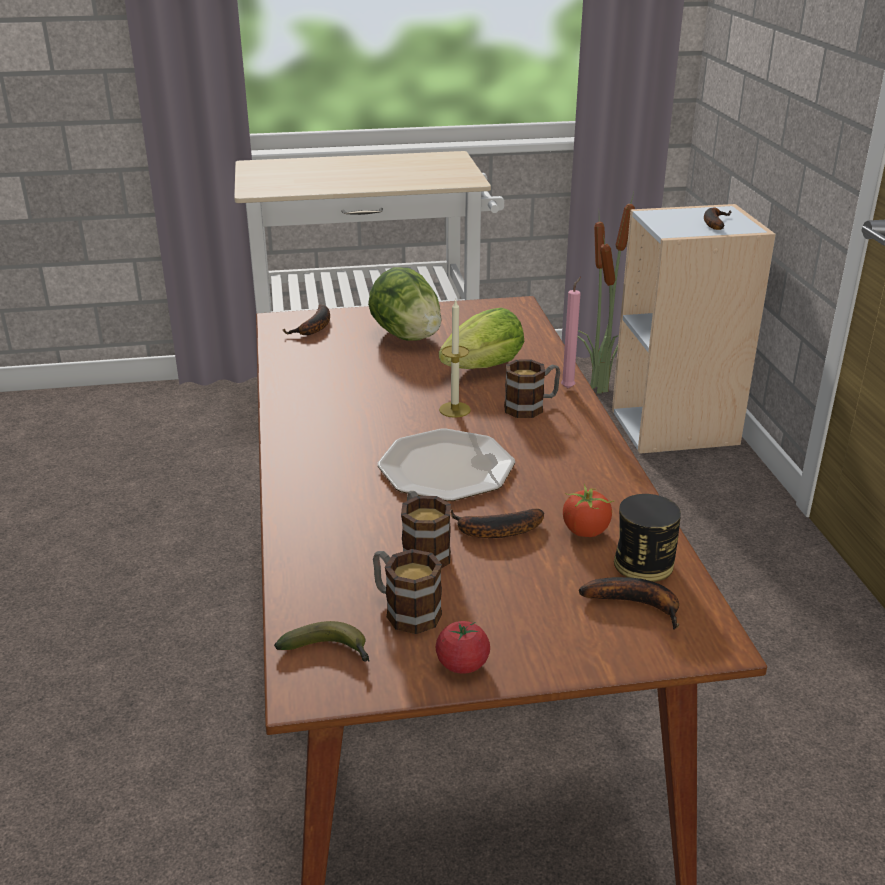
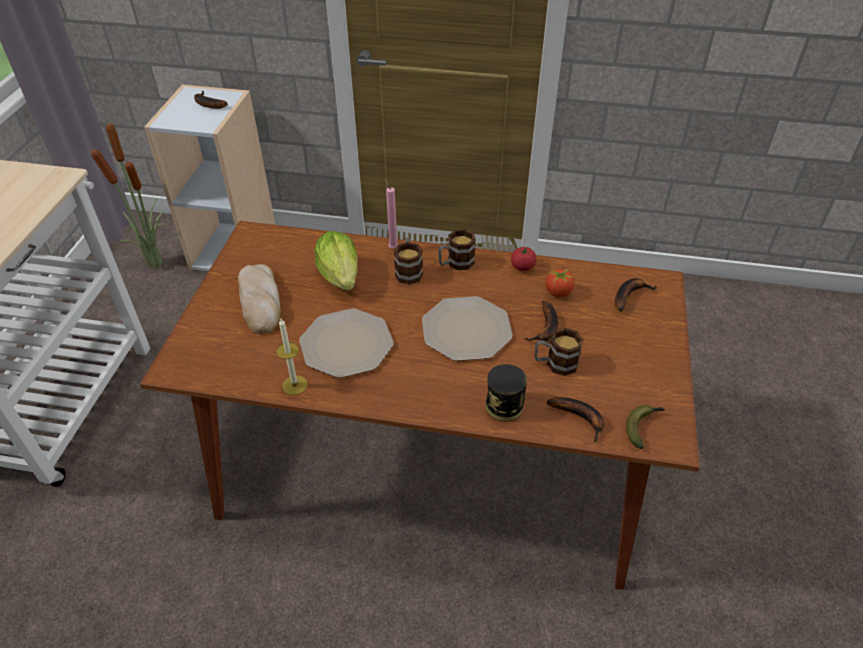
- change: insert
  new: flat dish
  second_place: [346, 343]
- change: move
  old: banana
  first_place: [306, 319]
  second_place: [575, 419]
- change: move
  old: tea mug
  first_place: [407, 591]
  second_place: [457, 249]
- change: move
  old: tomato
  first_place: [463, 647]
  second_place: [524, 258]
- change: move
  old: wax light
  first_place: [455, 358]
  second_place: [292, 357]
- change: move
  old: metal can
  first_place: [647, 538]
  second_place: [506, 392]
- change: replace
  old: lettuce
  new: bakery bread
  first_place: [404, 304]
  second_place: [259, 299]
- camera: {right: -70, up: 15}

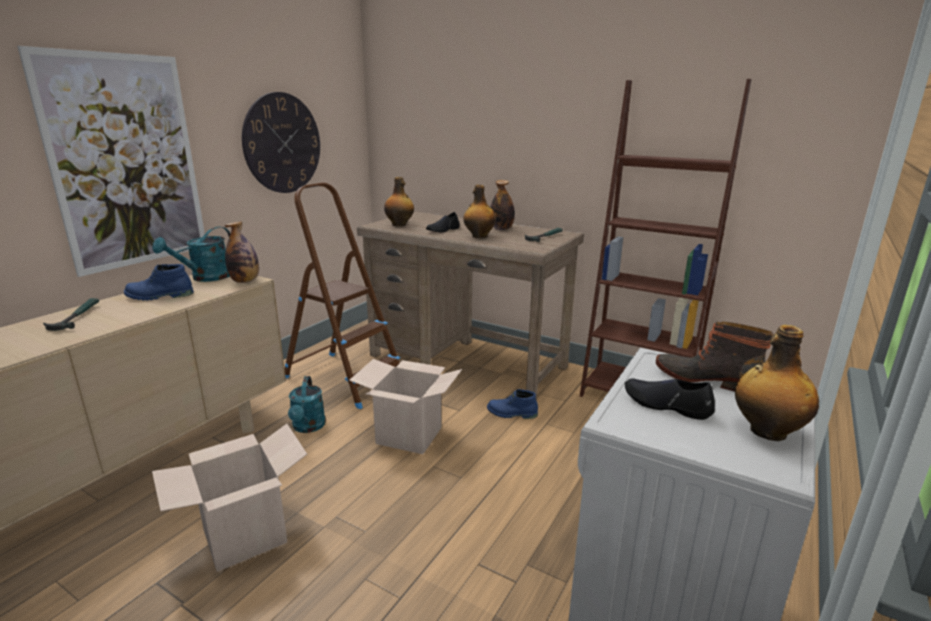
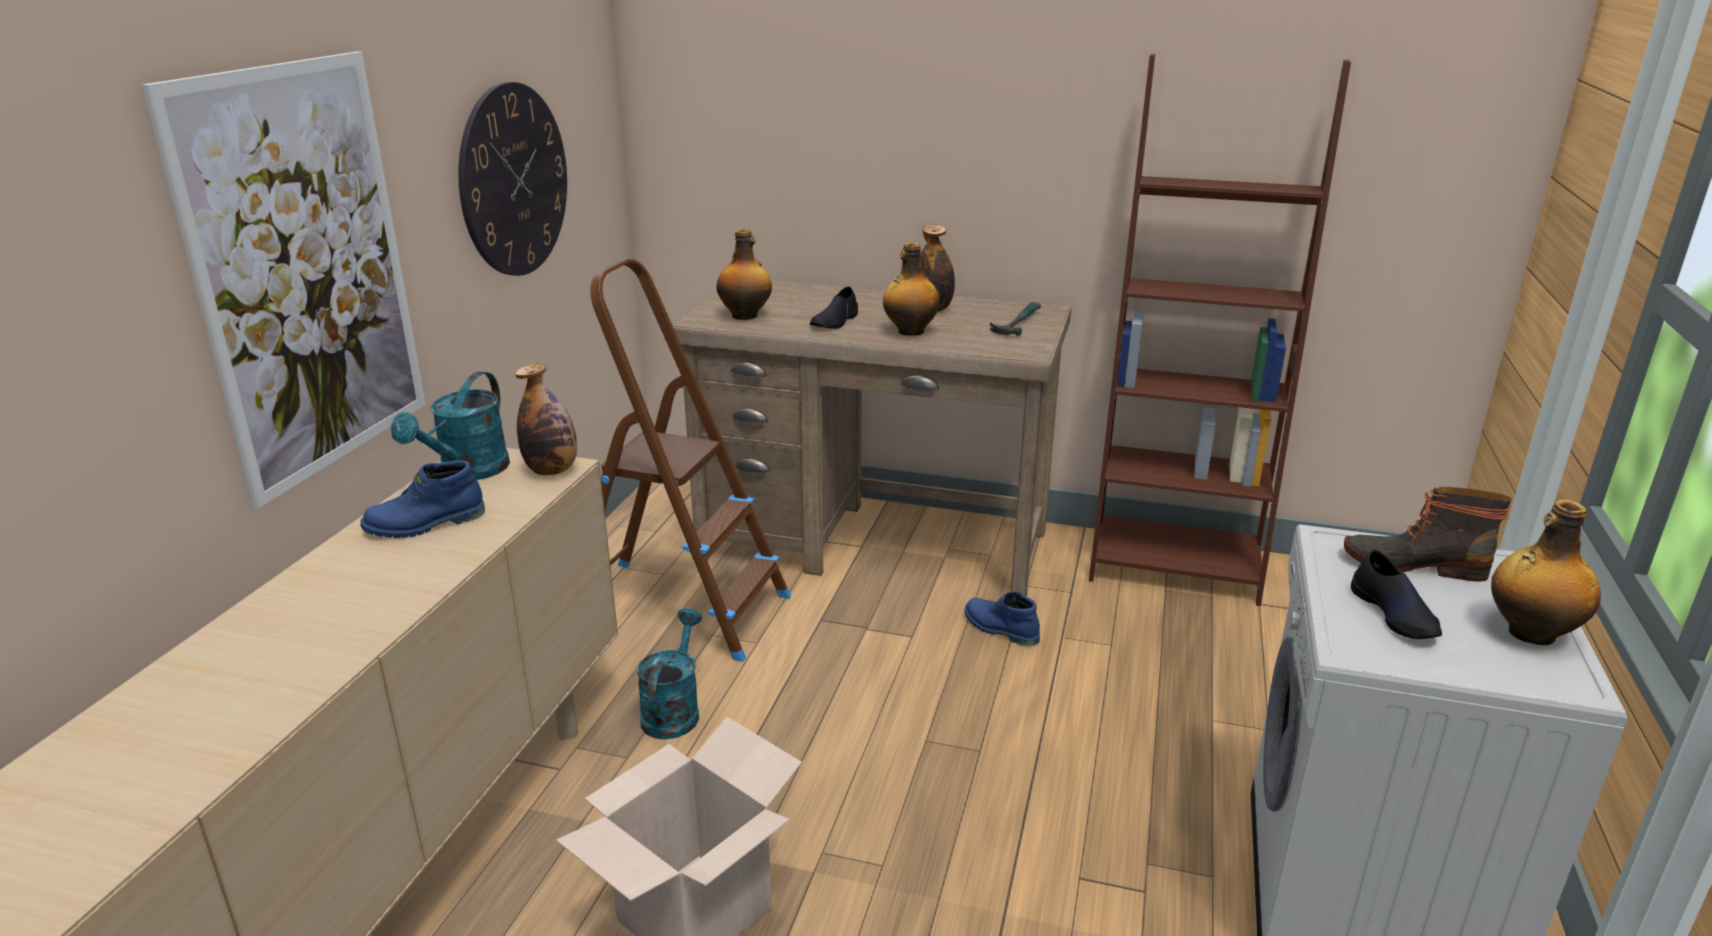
- change: delete
  old: tool hammer
  first_place: [71, 314]
- change: delete
  old: carton
  first_place: [405, 406]
- change: rotate
  old: sprinkling can/turquoise-coloured
  first_place: [307, 404]
  second_place: [669, 674]
  degrees: -150
- change: rotate
  old: tall boot/blue-coloured
  first_place: [512, 404]
  second_place: [1002, 618]
  degrees: 45
- change: rotate
  old: shoe/blackish
  first_place: [670, 399]
  second_place: [1396, 594]
  degrees: -120
- camera: {right: -15, up: 5}

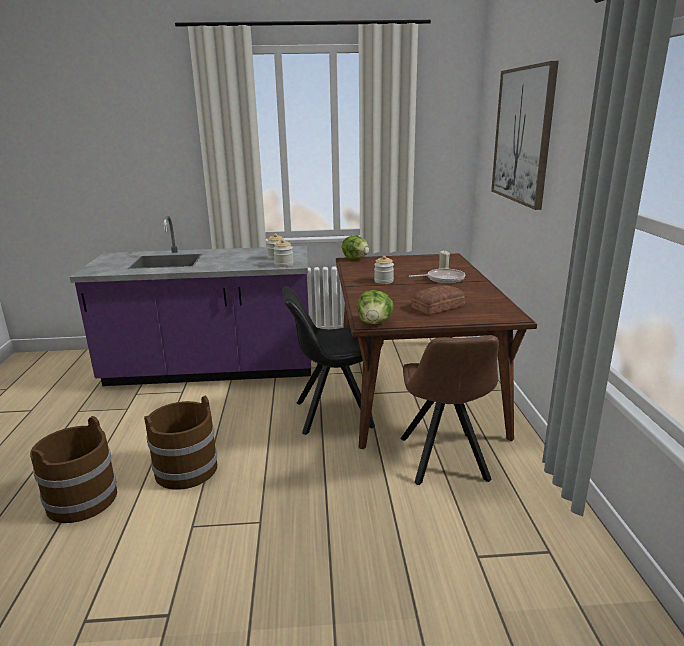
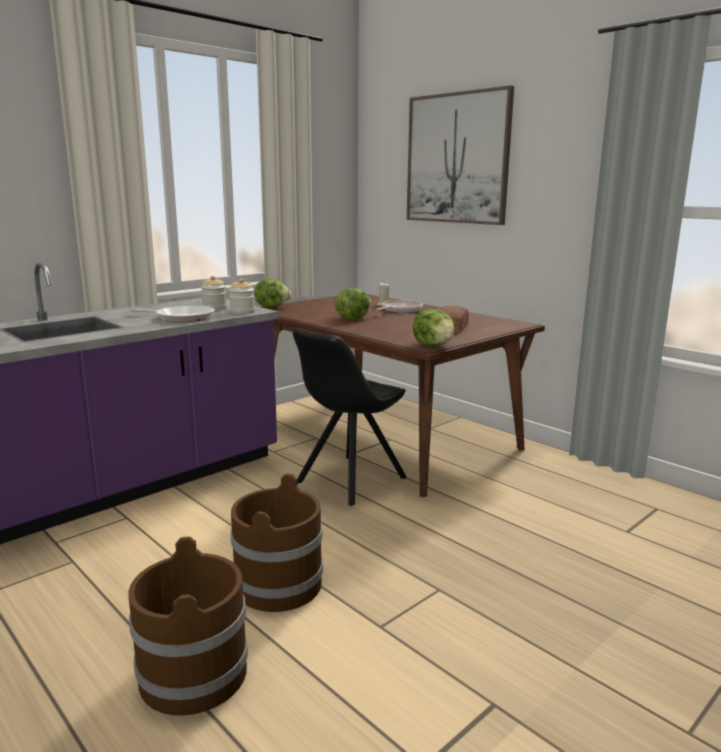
- change: delete
  old: chair/brownish
  first_place: [449, 410]
- change: insert
  new: skillet
  second_place: [172, 313]
- change: replace
  old: preserve jar
  new: lettuce
  first_place: [384, 270]
  second_place: [353, 303]
- camera: {right: -40, up: -5}

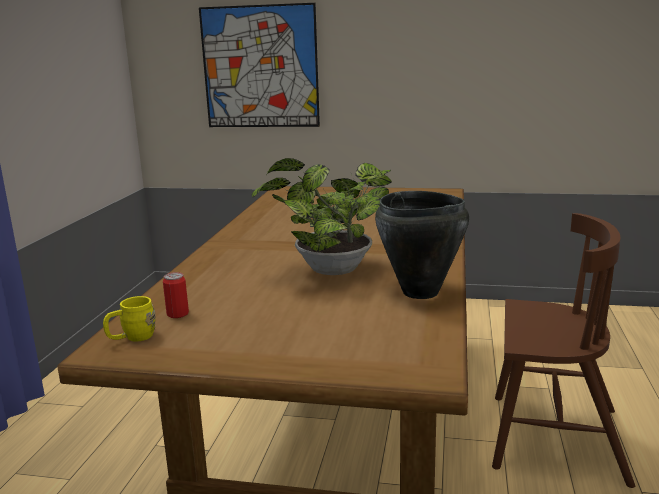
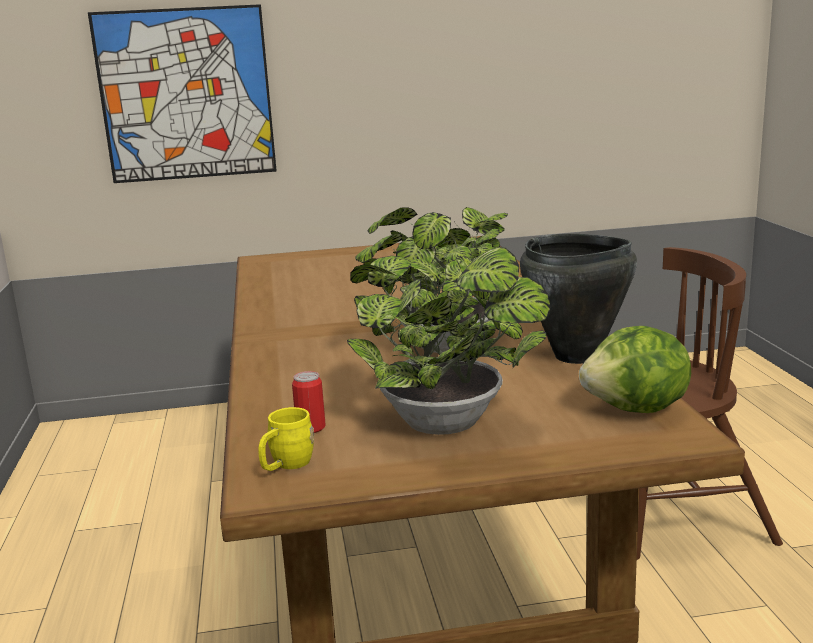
- change: insert
  new: houseplant
  second_place: [448, 341]
- change: insert
  new: lettuce
  second_place: [635, 369]
- camera: {right: -20, up: 0}

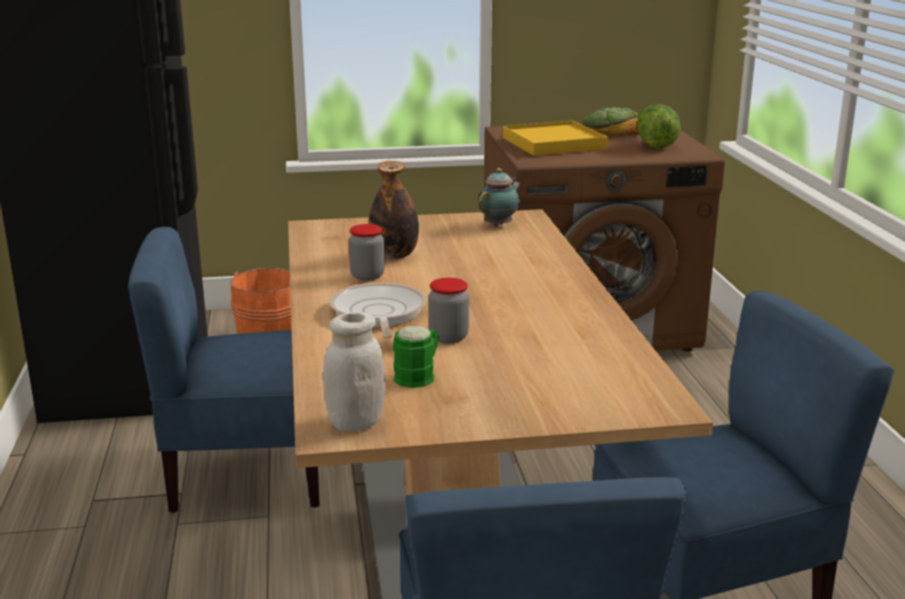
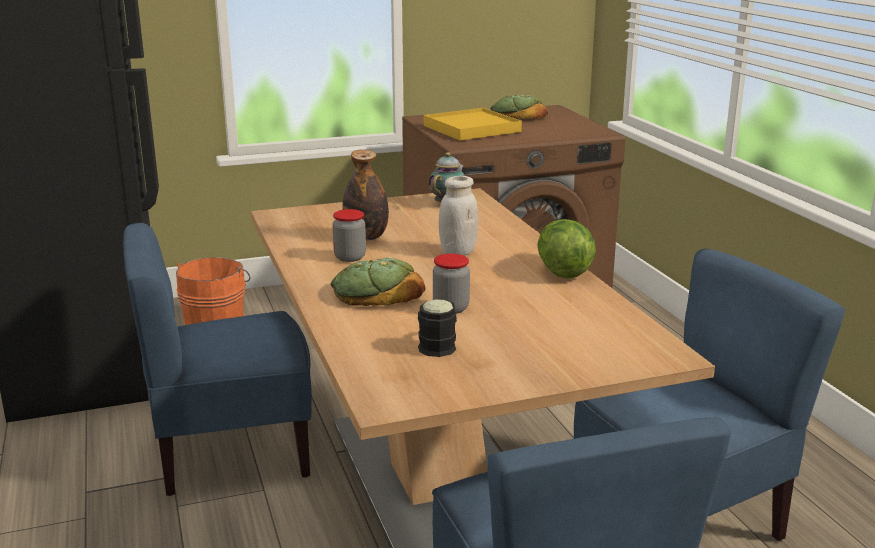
- change: move
  old: preserve jar/whitish
  first_place: [354, 372]
  second_place: [458, 216]
- change: move
  old: lettuce
  first_place: [659, 126]
  second_place: [566, 249]
- change: replace
  old: skillet
  new: bakery bread
  first_place: [378, 310]
  second_place: [378, 281]
- change: recolor
  old: tea mug/green
  new: tea mug/blackish
  first_place: [416, 357]
  second_place: [437, 328]
- camera: {right: -10, up: 0}

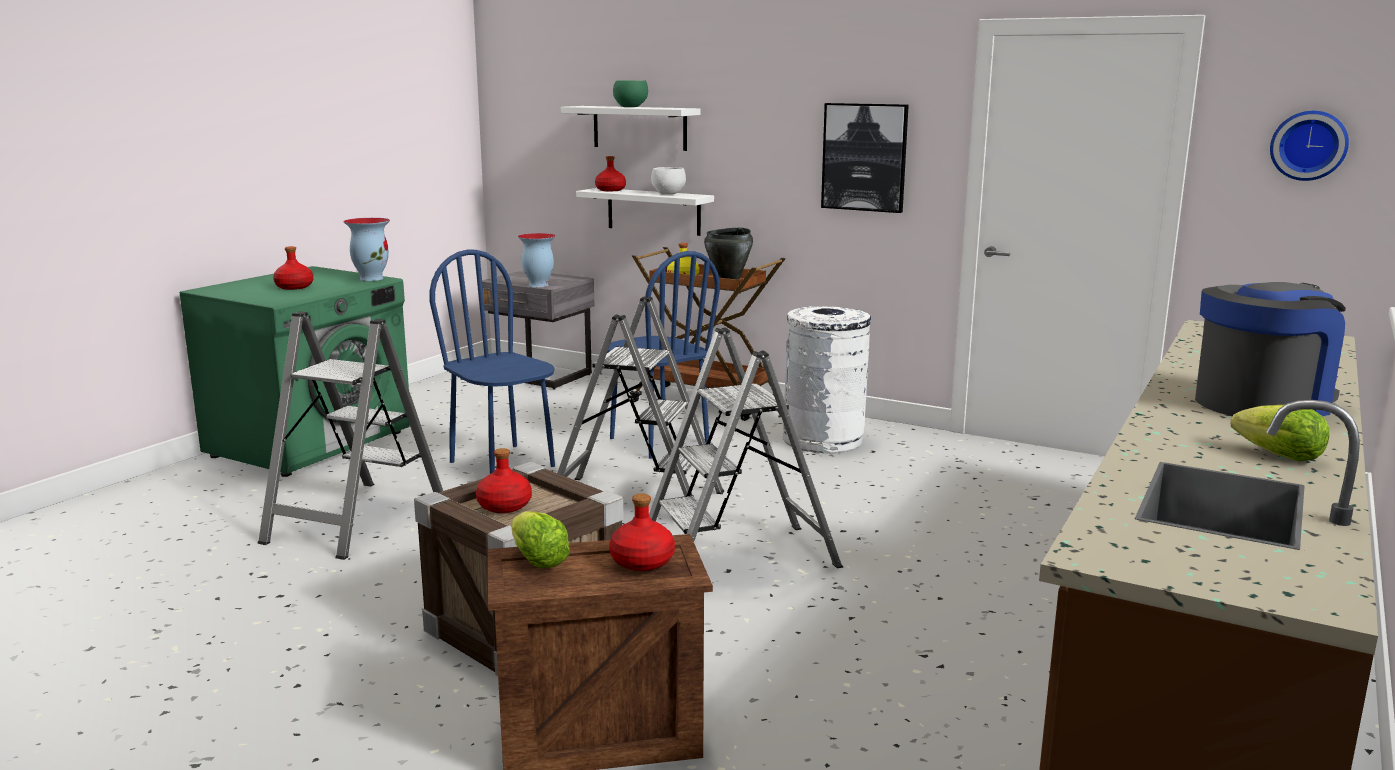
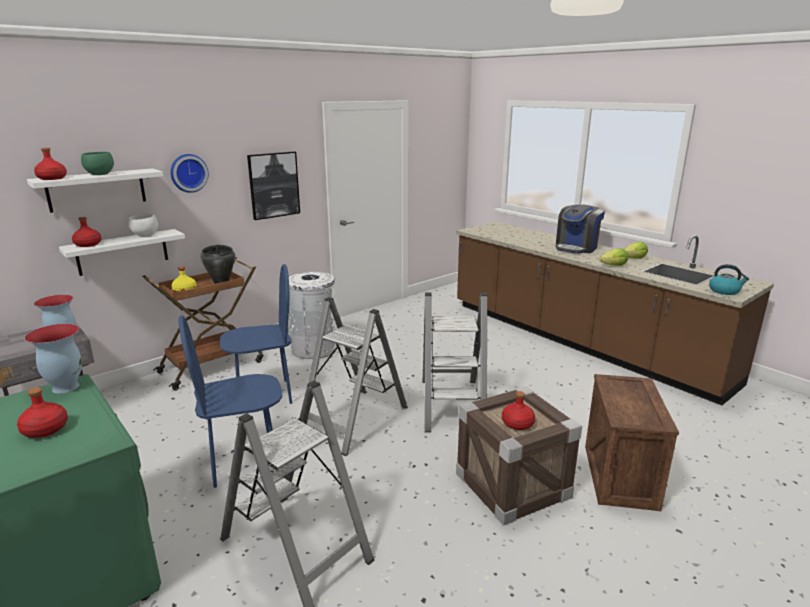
- change: insert
  new: water kettle
  second_place: [729, 279]
- change: move
  old: lettuce
  first_place: [540, 539]
  second_place: [613, 257]
- change: move
  old: beverage bottle/red
  first_place: [642, 532]
  second_place: [50, 164]
- change: move
  old: hanging clock
  first_place: [1309, 146]
  second_place: [189, 173]
- change: rotate
  old: coffee brewer
  first_place: [1270, 349]
  second_place: [580, 229]
  degrees: -135
- camera: {right: -70, up: 5}

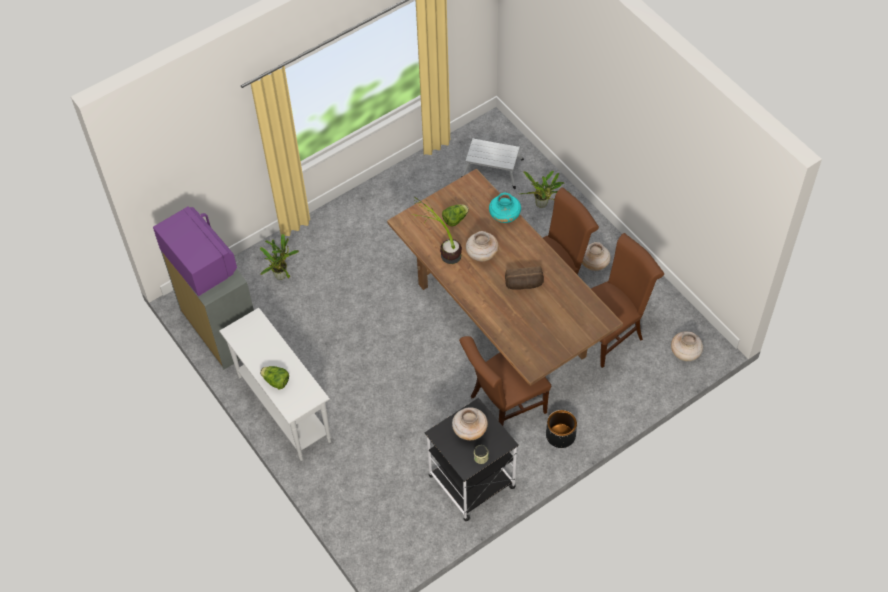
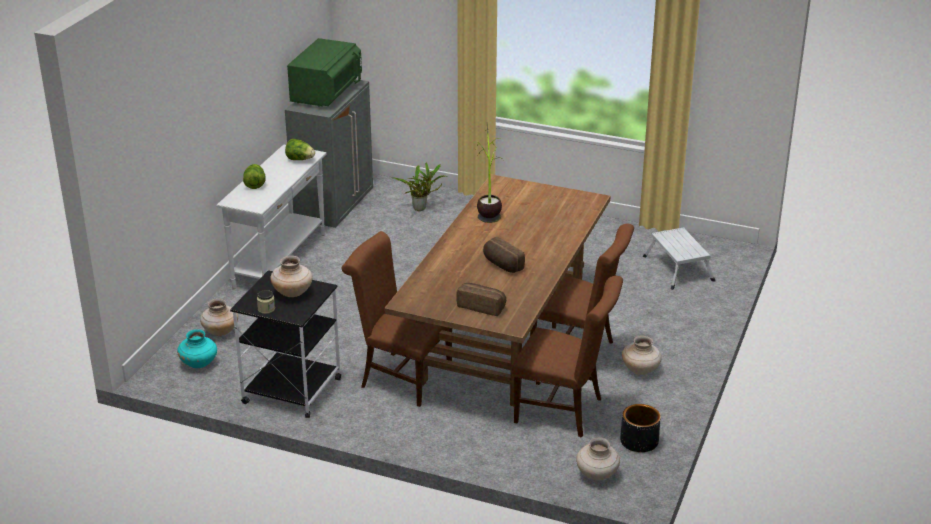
- change: delete
  old: houseplant
  first_place: [546, 189]
- change: insert
  new: bakery bread
  second_place: [481, 299]
- change: move
  old: lettuce
  first_place: [455, 216]
  second_place: [300, 149]
- change: move
  old: flower vase/beige-coloured
  first_place: [482, 246]
  second_place: [219, 317]
- change: move
  old: flower vase/turquoise-coloured
  first_place: [505, 208]
  second_place: [197, 348]
- change: move
  old: plant pot/blackish
  first_place: [561, 429]
  second_place: [640, 428]
- change: recolor
  old: kitchen microwave/purple-coloured
  new: kitchen microwave/green
  first_place: [195, 251]
  second_place: [324, 72]
- camera: {right: 55, up: -25}

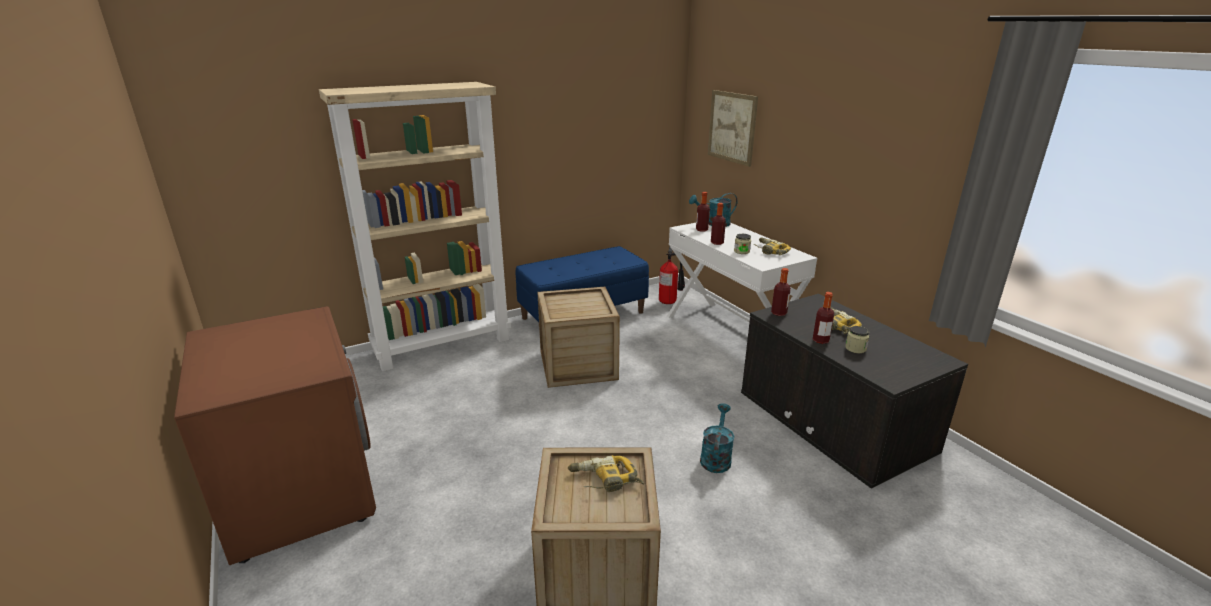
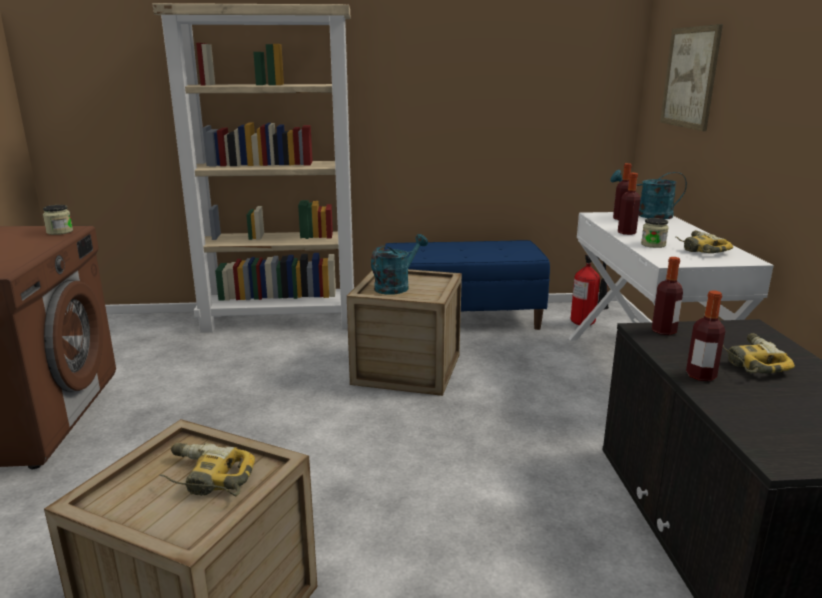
- change: move
  old: sprinkling can/turquoise-coloured
  first_place: [717, 438]
  second_place: [399, 264]
- change: move
  old: preserve jar
  first_place: [857, 339]
  second_place: [58, 220]
- camera: {right: 25, up: -5}

